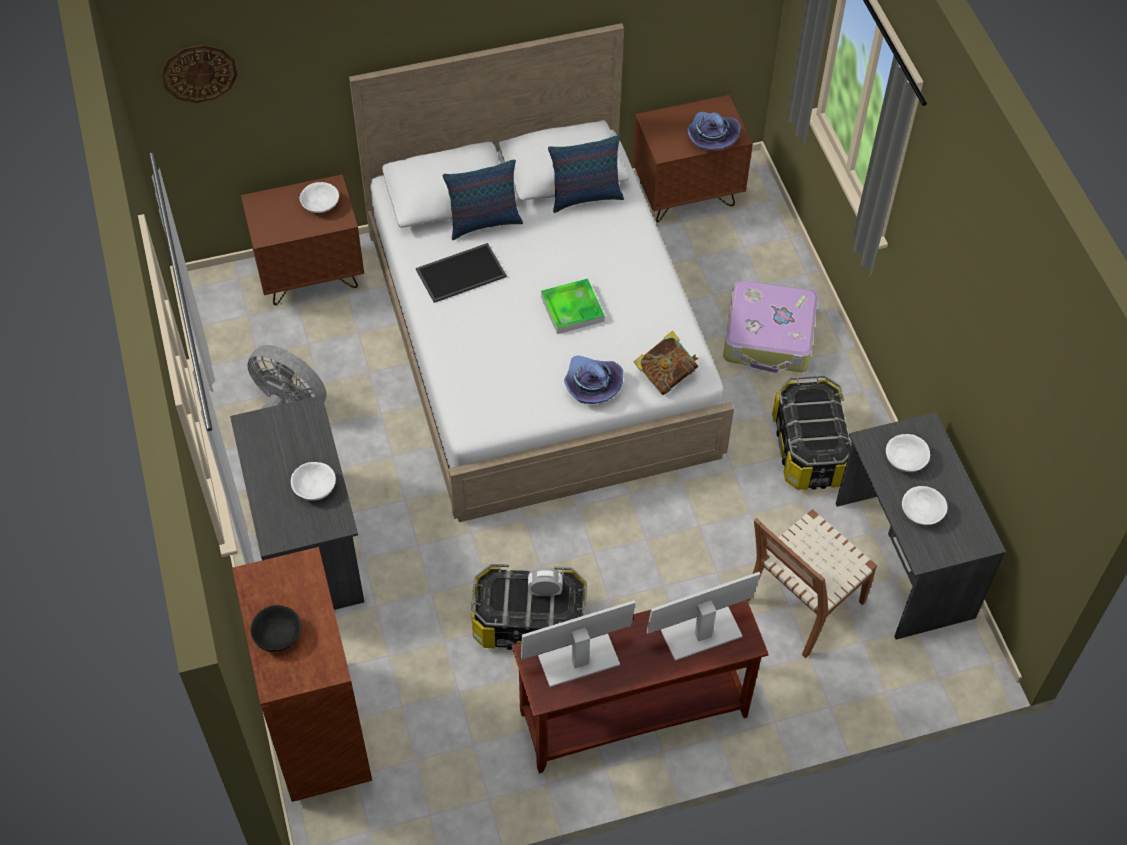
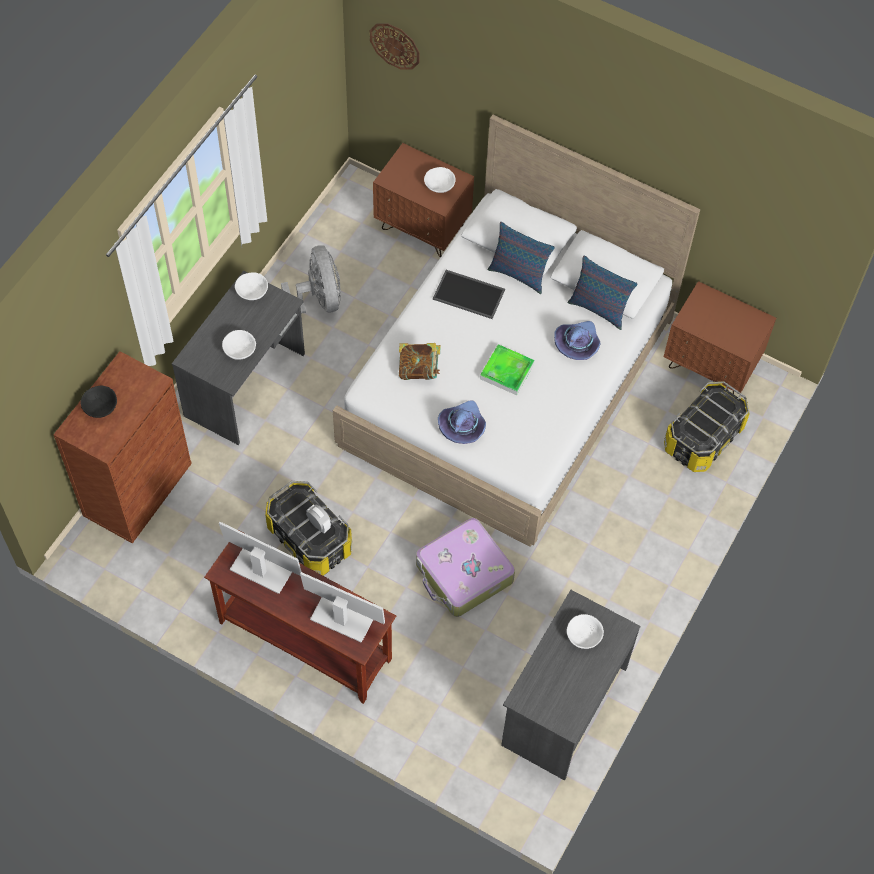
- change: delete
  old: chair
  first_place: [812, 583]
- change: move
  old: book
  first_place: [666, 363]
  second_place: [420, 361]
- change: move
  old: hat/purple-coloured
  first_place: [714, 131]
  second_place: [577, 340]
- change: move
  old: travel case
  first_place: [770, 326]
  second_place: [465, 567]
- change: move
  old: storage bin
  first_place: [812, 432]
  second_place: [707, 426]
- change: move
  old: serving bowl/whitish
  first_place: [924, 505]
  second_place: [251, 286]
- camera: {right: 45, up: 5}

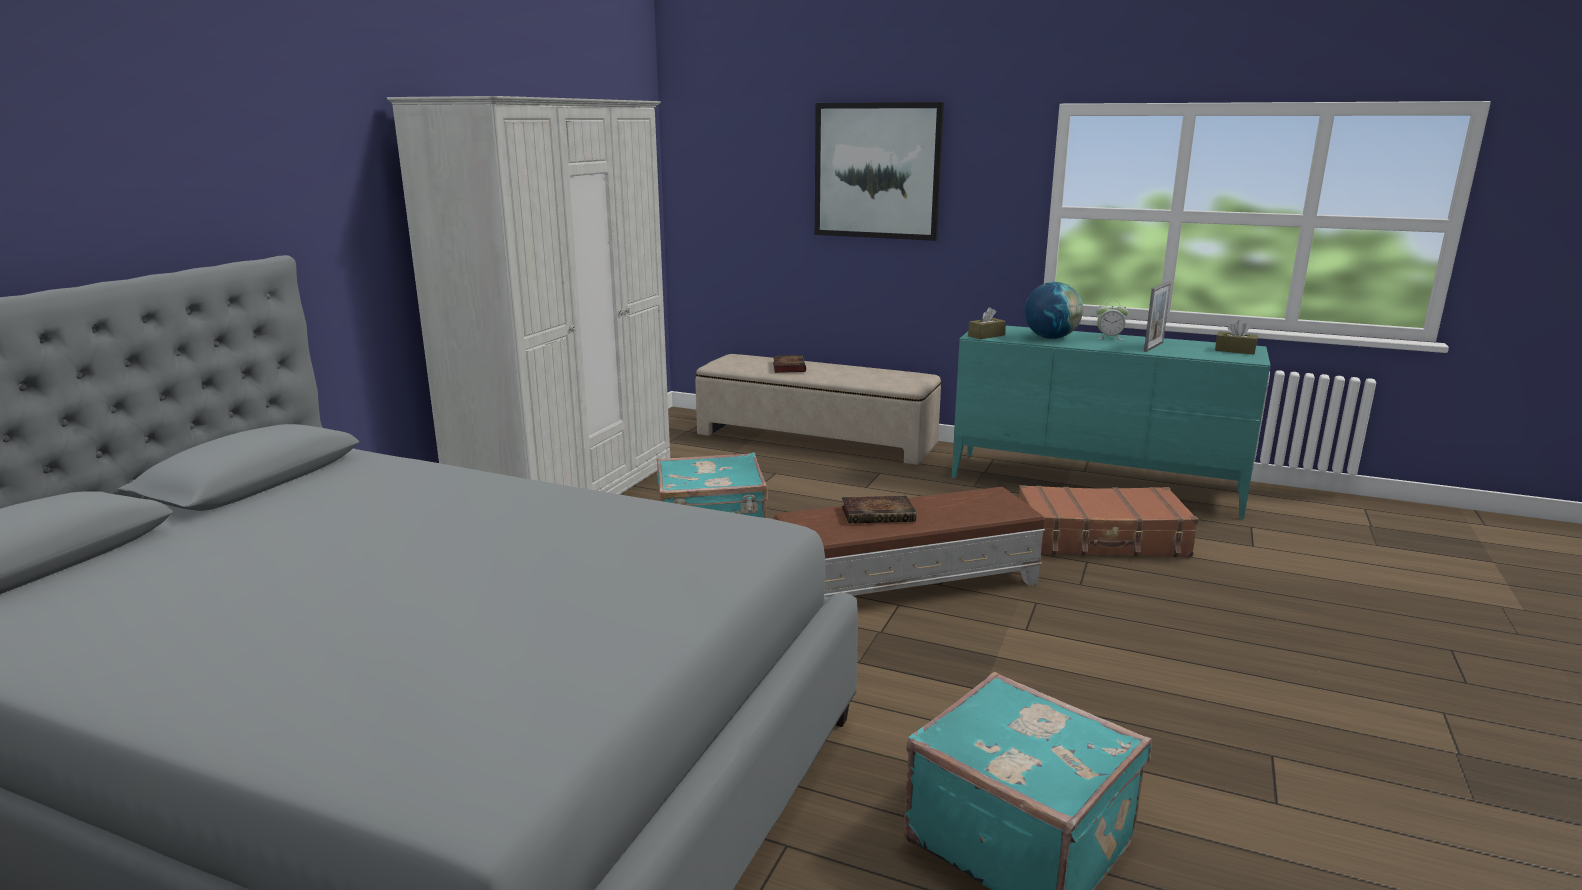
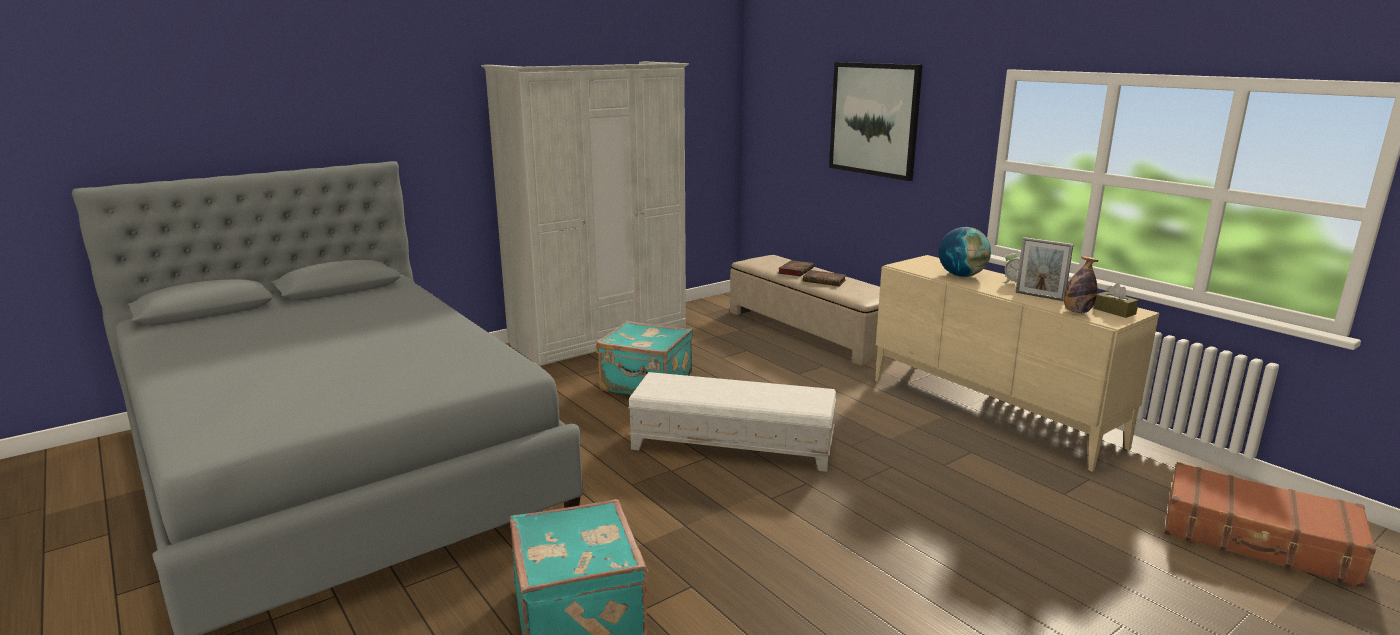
- change: delete
  old: tissue box/brownish
  first_place: [987, 323]
- change: insert
  new: beverage bottle
  second_place: [1081, 284]
- change: move
  old: book
  first_place: [879, 509]
  second_place: [824, 278]
- change: move
  old: travel case/brownish
  first_place: [1109, 521]
  second_place: [1270, 525]
- change: recolor
  old: ottoman/brownish
  new: ottoman/whitish
  first_place: [910, 542]
  second_place: [732, 422]
- change: recolor
  old: chest of drawers/turquoise-coloured
  new: chest of drawers/beige-coloured
  first_place: [1111, 422]
  second_place: [1017, 363]
- change: rotate
  old: photo frame
  first_place: [1157, 317]
  second_place: [1045, 269]
  degrees: 60
- camera: {right: 30, up: 0}

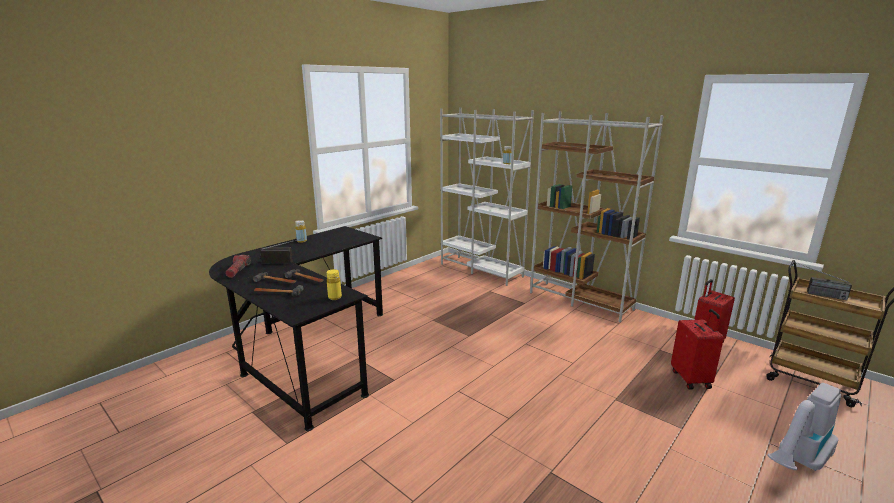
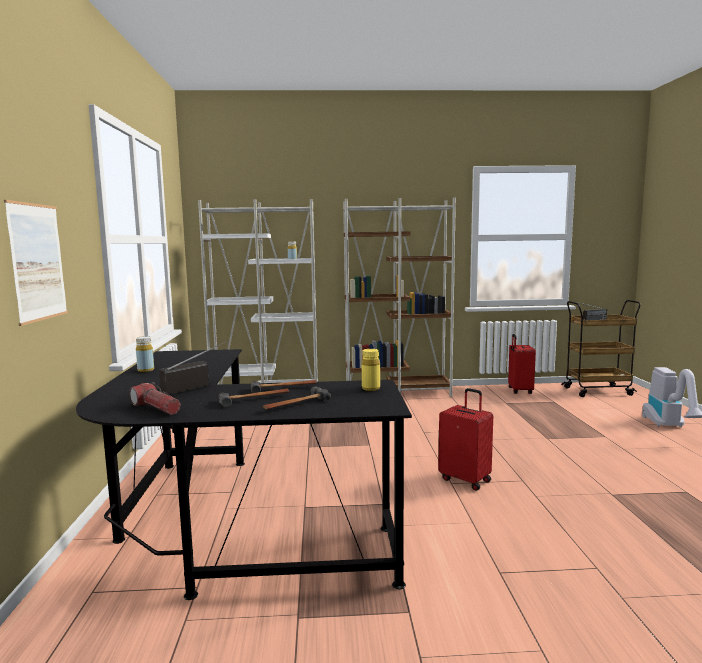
- change: insert
  new: picture
  second_place: [36, 263]
- change: move
  old: travel case/red
  first_place: [697, 349]
  second_place: [465, 439]
- camera: {right: -45, up: -10}

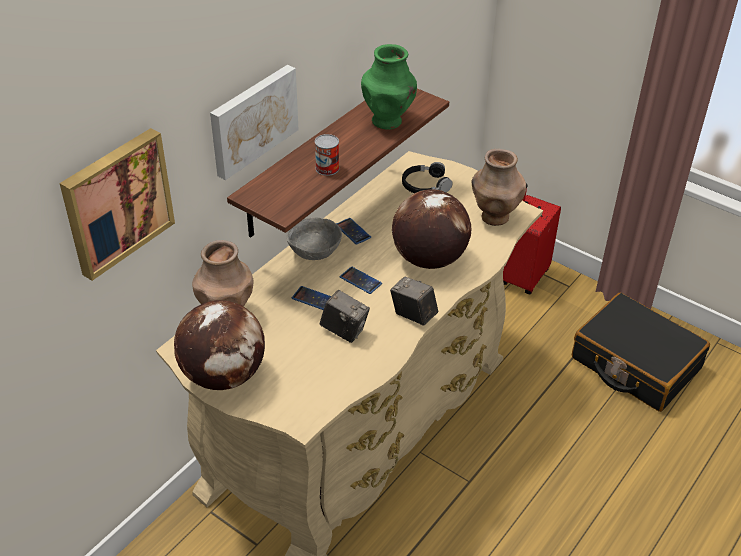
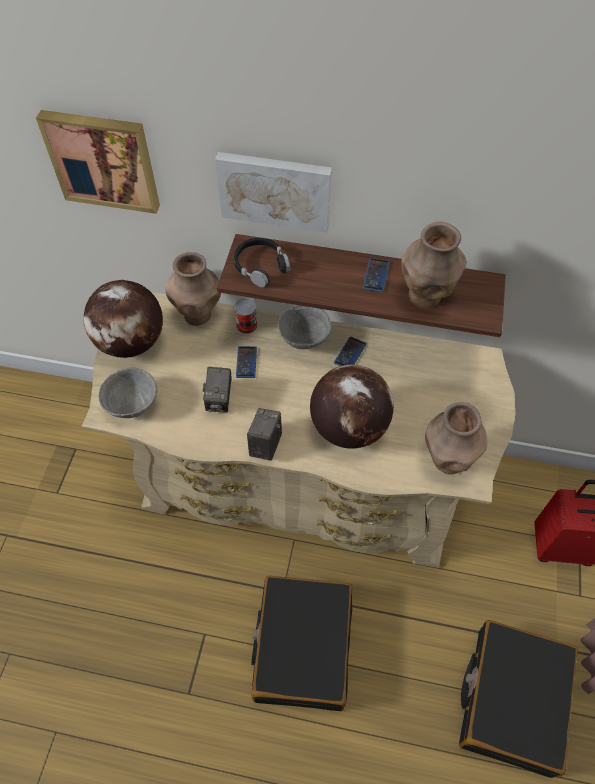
- change: insert
  new: serving bowl/gray
  second_place: [128, 392]
- change: insert
  new: travel case/blackish
  second_place: [301, 643]
- change: move
  old: metal can
  first_place: [327, 155]
  second_place: [246, 316]
- change: move
  old: phone
  first_place: [361, 280]
  second_place: [376, 275]
- change: move
  old: headset/blackish
  first_place: [427, 177]
  second_place: [261, 262]
- change: recolor
  old: flower vase/green
  new: flower vase/brownish
  first_place: [389, 87]
  second_place: [433, 265]
- camera: {right: 65, up: 15}

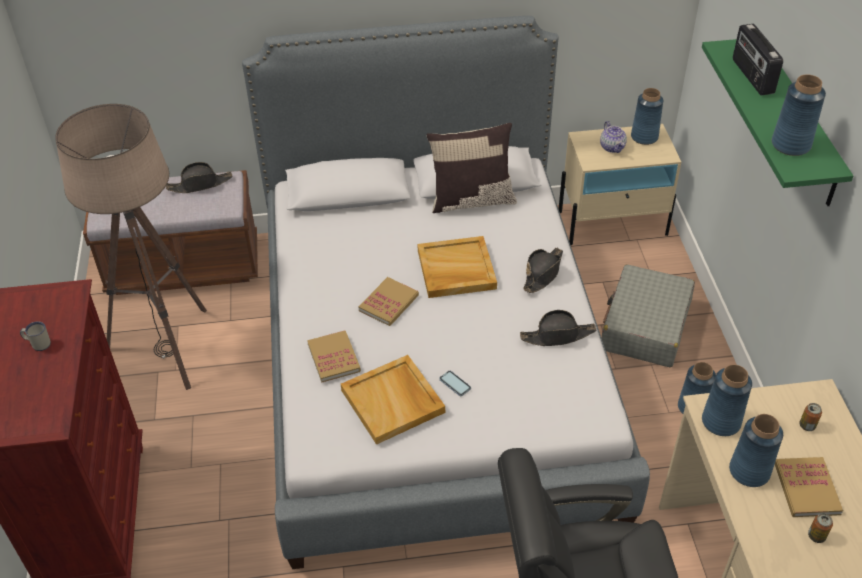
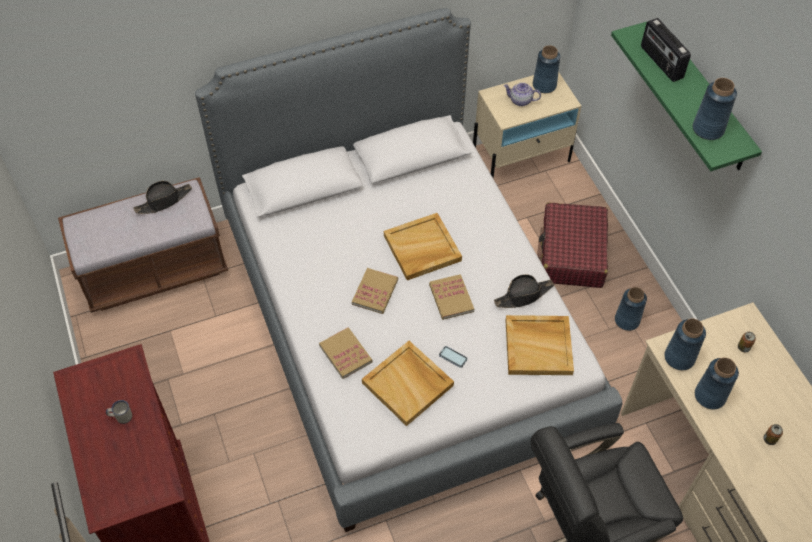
- change: delete
  old: standard lamp
  first_place: [131, 247]
- change: delete
  old: throw pillow
  first_place: [472, 168]
- change: delete
  old: hat/blackish
  first_place: [543, 270]
- change: insert
  new: serving tray/beige-coloured
  second_place: [539, 345]
- change: move
  old: book
  first_place: [809, 487]
  second_place: [451, 297]
- change: recolor
  old: travel case/gray
  new: travel case/red
  first_place: [648, 315]
  second_place: [573, 245]
- change: rotate
  old: tea pot
  first_place: [613, 137]
  second_place: [522, 94]
  degrees: 135
- camera: {right: -15, up: 10}

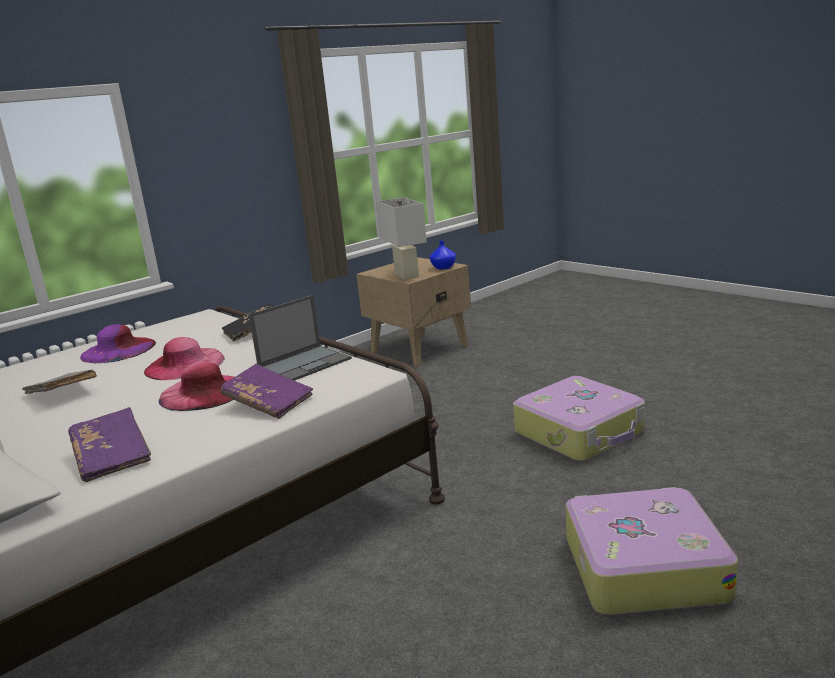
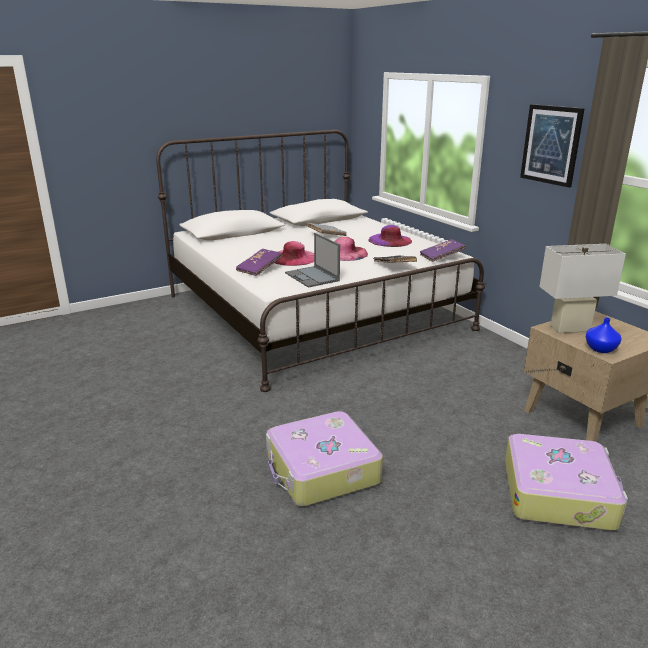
- change: insert
  new: picture
  second_place: [552, 145]
- change: move
  old: book/purple-coloured
  first_place: [109, 444]
  second_place: [443, 250]
- change: move
  old: travel case
  first_place: [652, 551]
  second_place: [566, 482]
- camera: {right: 100, up: 5}

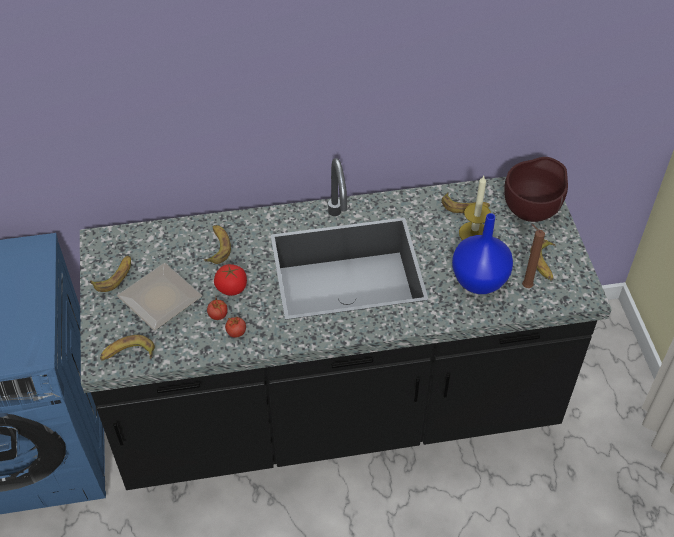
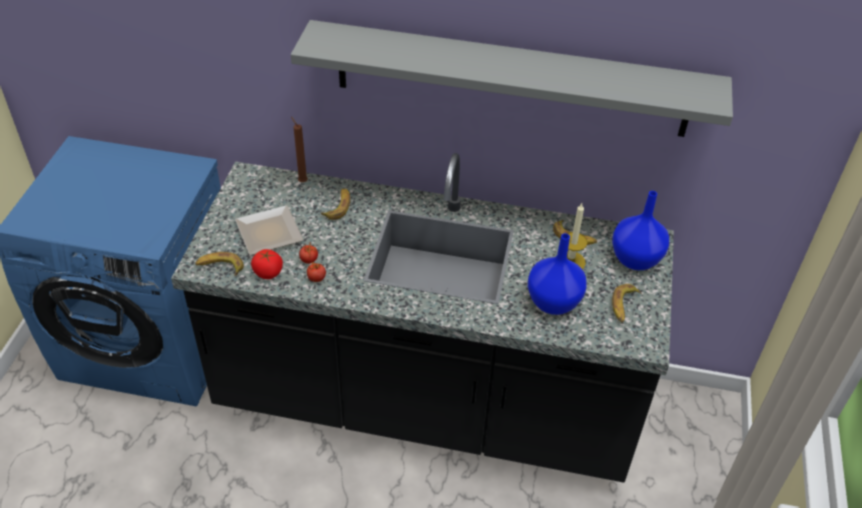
- change: delete
  old: banana
  first_place: [110, 274]
- change: insert
  new: bracket shelf/gray
  second_place: [512, 78]
- change: move
  old: tomato
  first_place: [230, 280]
  second_place: [267, 264]
- change: move
  old: wax light/brownish
  first_place: [533, 256]
  second_place: [299, 149]
- change: replace
  old: serving bowl/brownish
  new: flower vase/blue-coloured
  first_place: [536, 189]
  second_place: [640, 230]
- camera: {right: 20, up: -5}

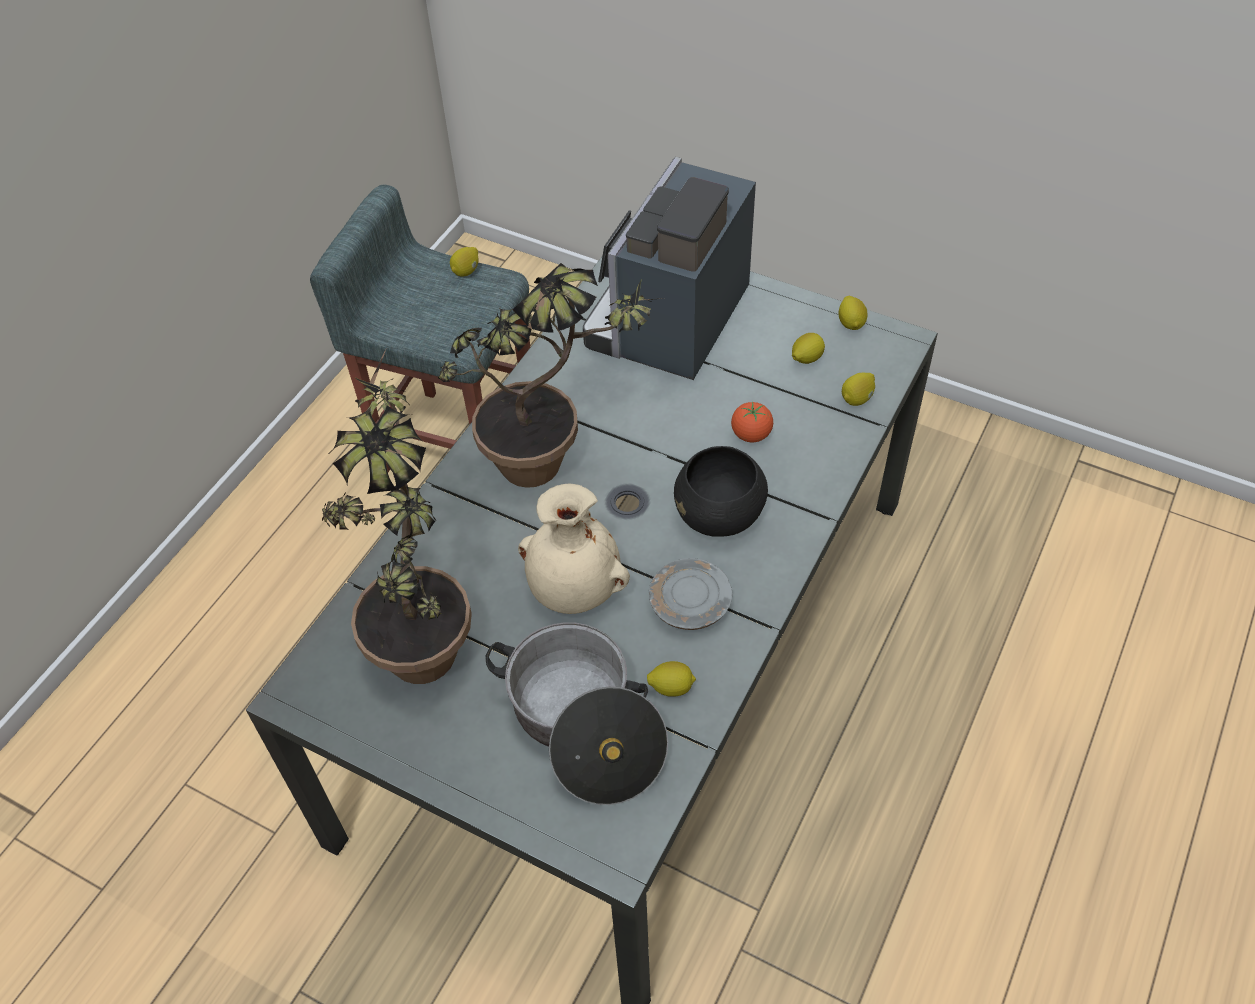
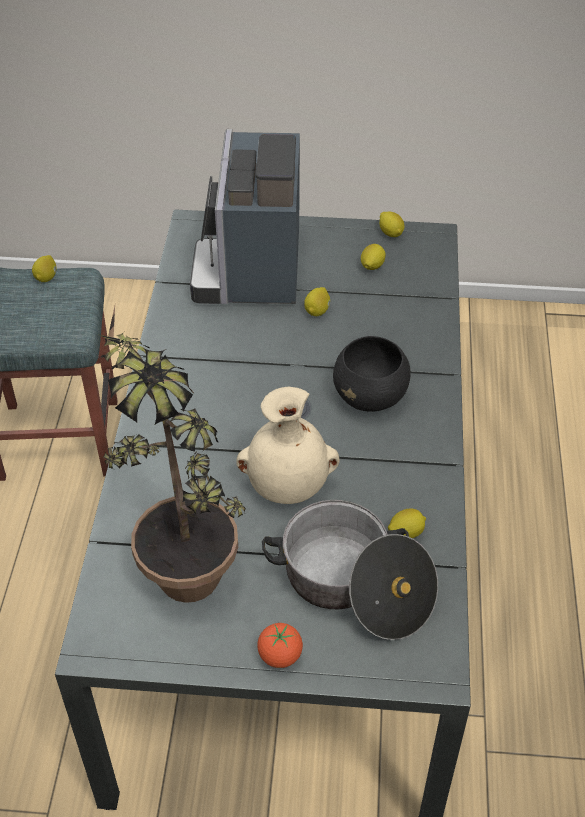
- change: delete
  old: houseplant
  first_place: [550, 375]
- change: delete
  old: flat dish/gray
  first_place: [690, 594]
- change: move
  old: tomato
  first_place: [752, 422]
  second_place: [280, 645]
- change: move
  old: citrus fruit
  first_place: [858, 389]
  second_place: [317, 301]
- camera: {right: -25, up: -5}

